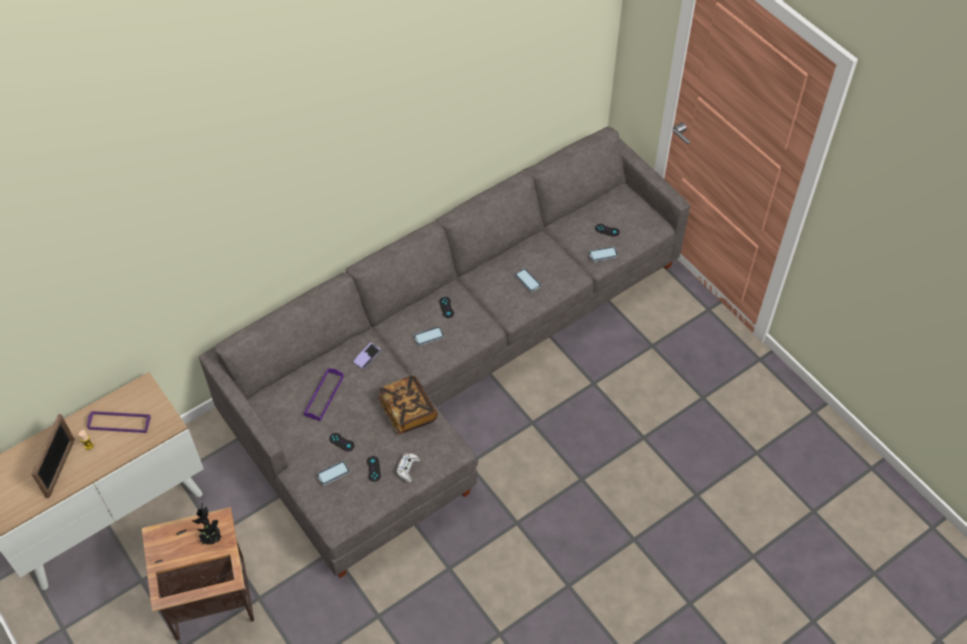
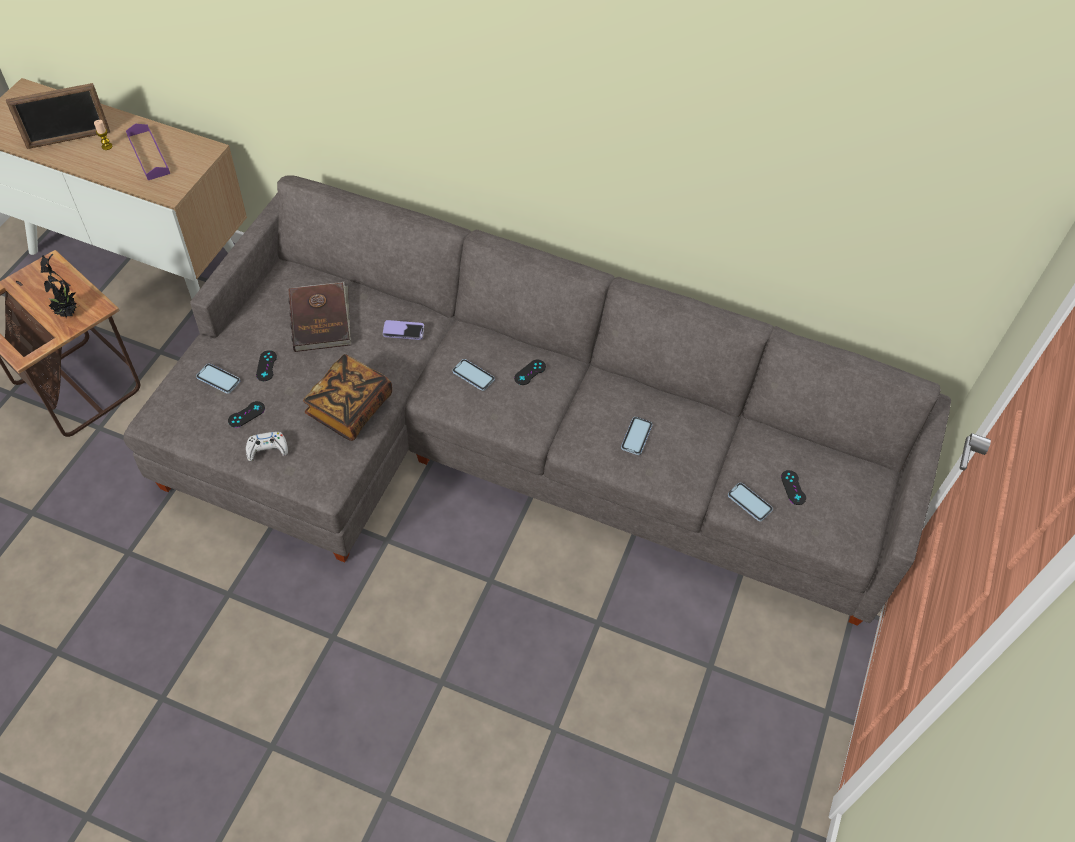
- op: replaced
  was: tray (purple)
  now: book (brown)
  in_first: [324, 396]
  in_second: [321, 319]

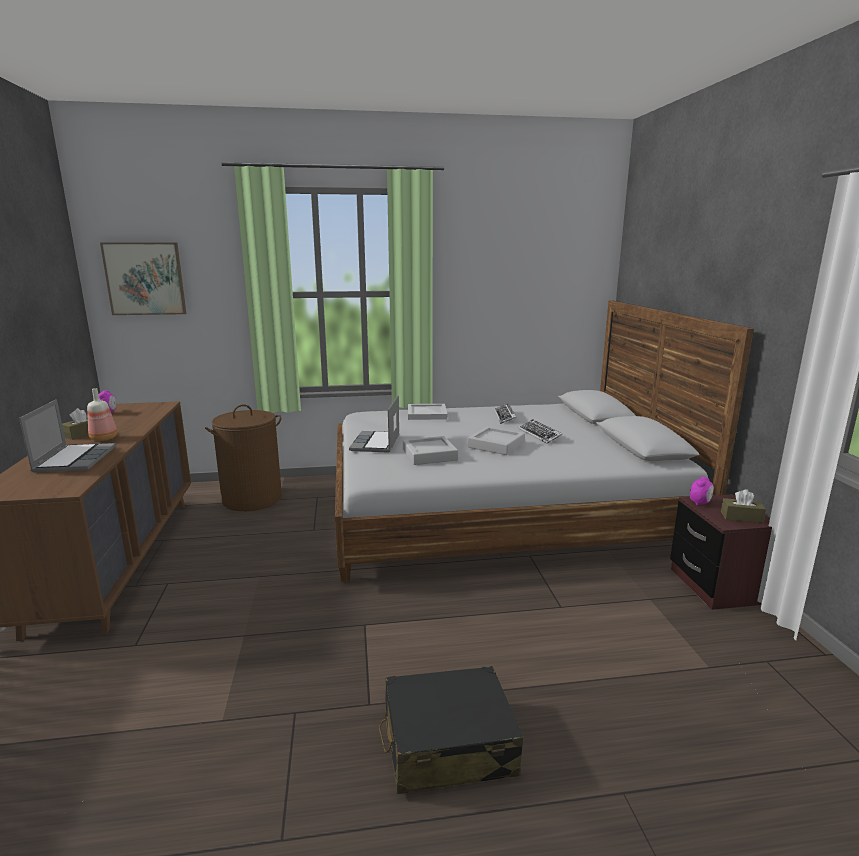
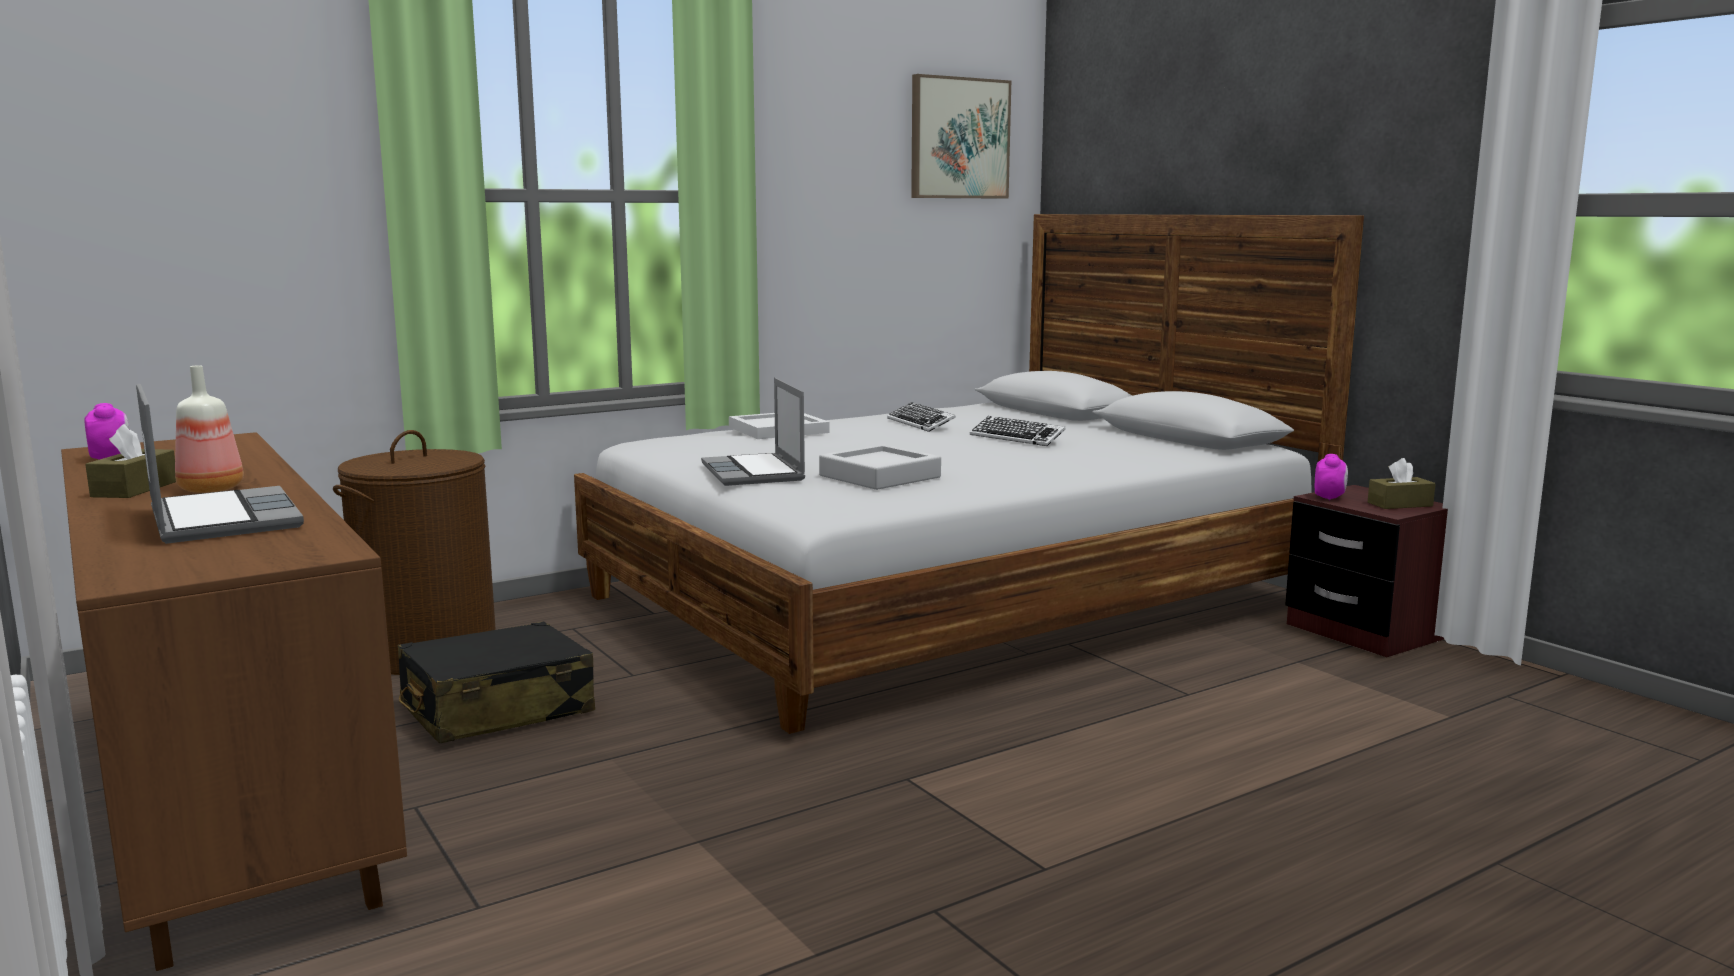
- op: removed
  was: tray (grey)
  in_first: [496, 445]
- op: moved
  was: picture
  in_first: [145, 279]
  in_second: [959, 138]
- op: moved
  was: suitcase (black)
  in_first: [447, 744]
  in_second: [496, 710]

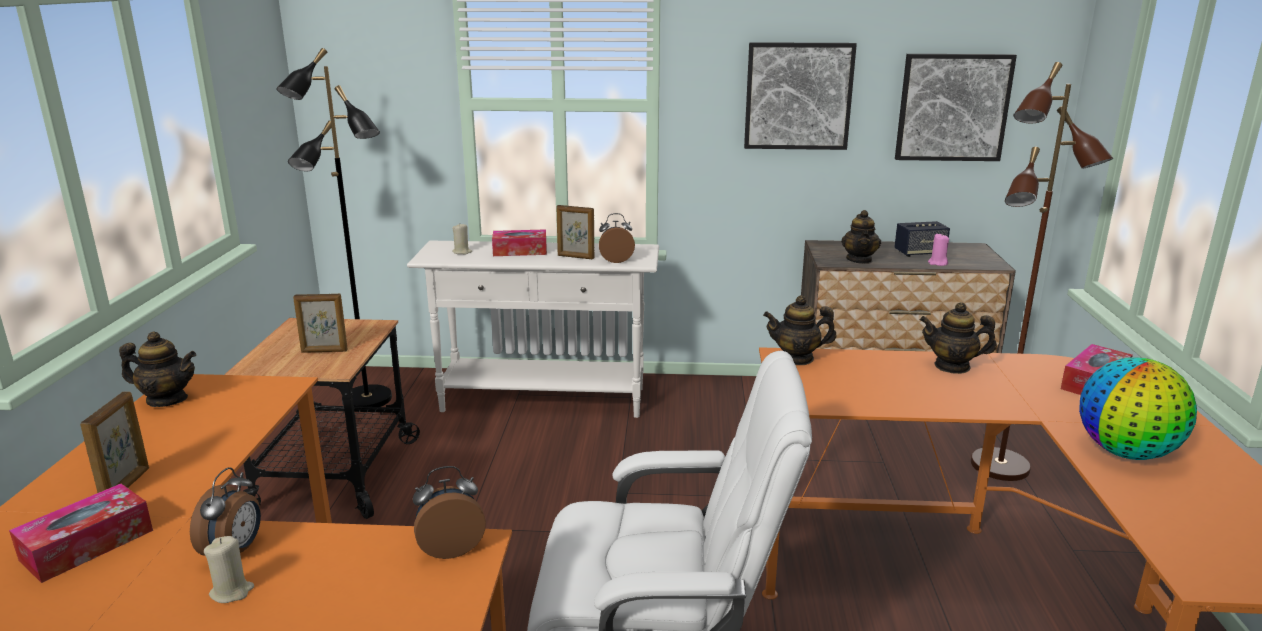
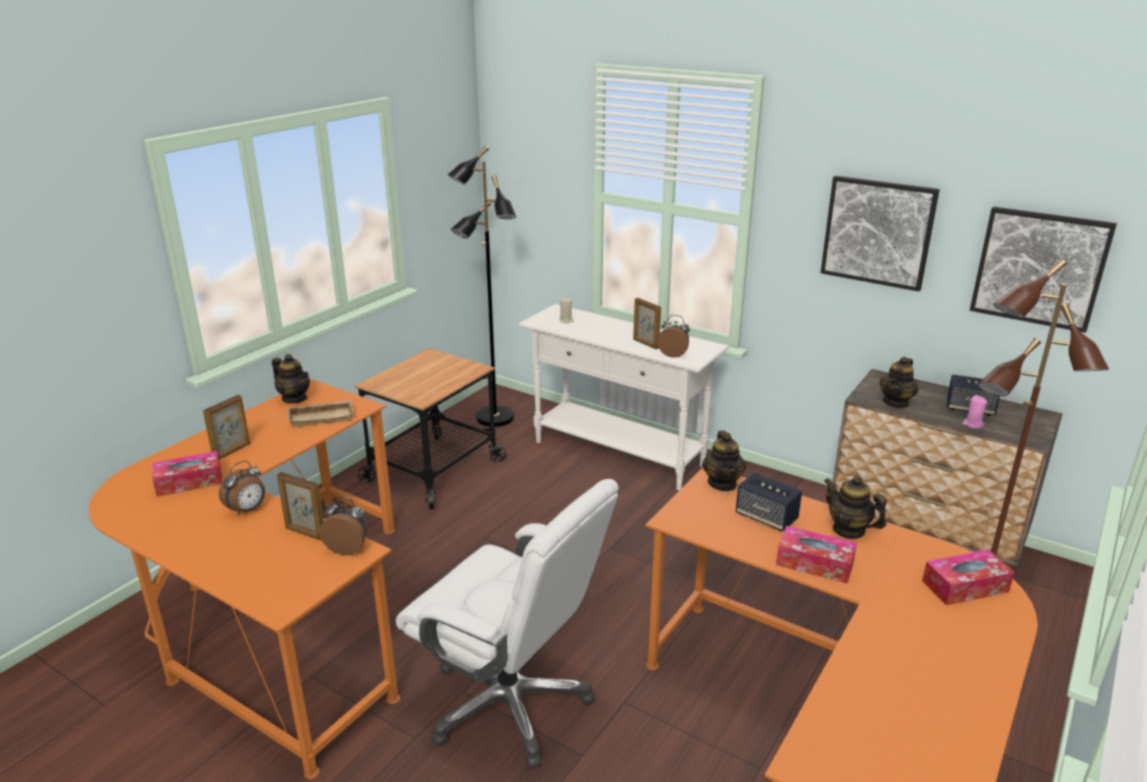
- op: removed
  was: candle (beige)
  in_first: [232, 592]
- op: removed
  was: globe
  in_first: [1126, 452]
- op: added
  now: tray (beige)
  in_second: [322, 417]
- op: added
  now: speaker
  in_second: [766, 517]
- op: moved
  was: picture frame
  in_first: [324, 351]
  in_second: [305, 533]
- op: moved
  was: tissue box
  in_first: [520, 251]
  in_second: [814, 563]
- op: turned
  was: teapot
  in_first: [797, 358]
  in_second: [722, 483]
  clockwise: -120

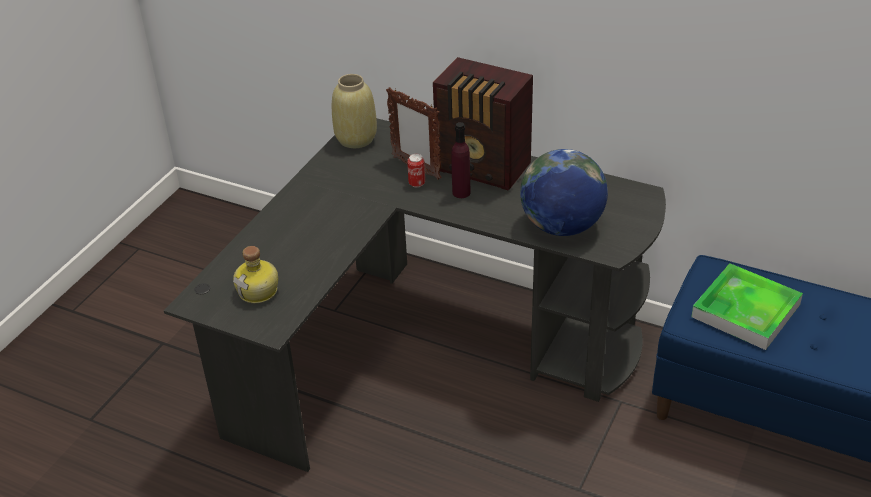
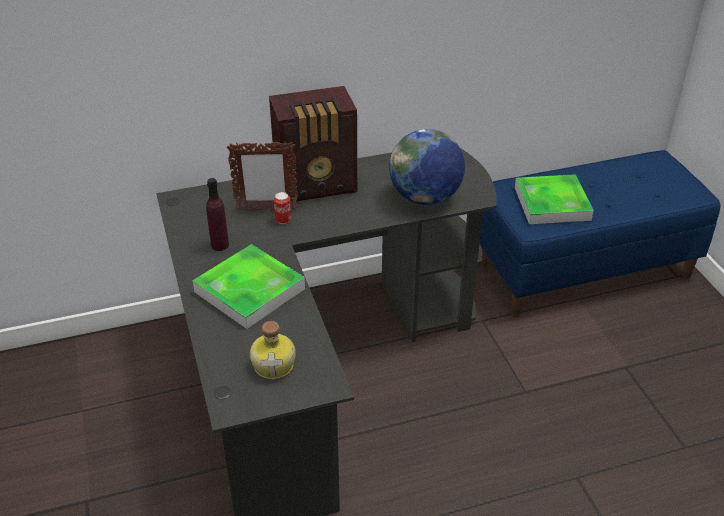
- op: removed
  was: vase (beige)
  in_first: [356, 139]
- op: added
  now: tray
  in_second: [249, 290]
- op: moved
  was: bottle (purple)
  in_first: [461, 192]
  in_second: [220, 245]

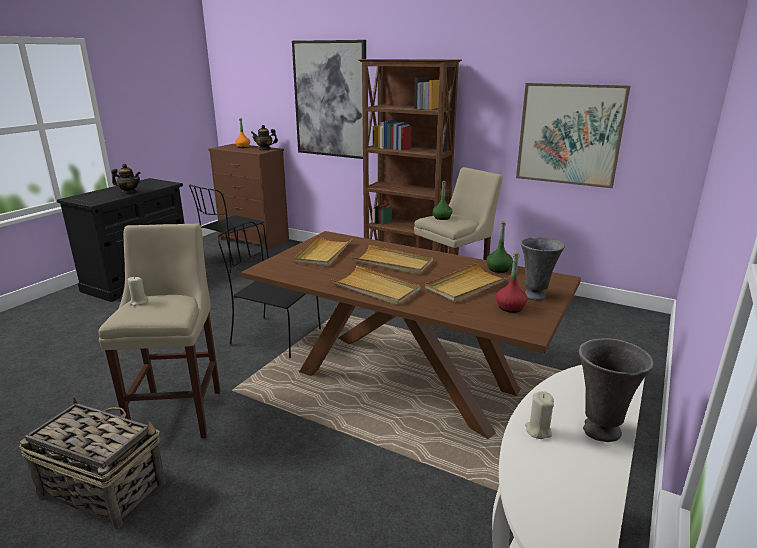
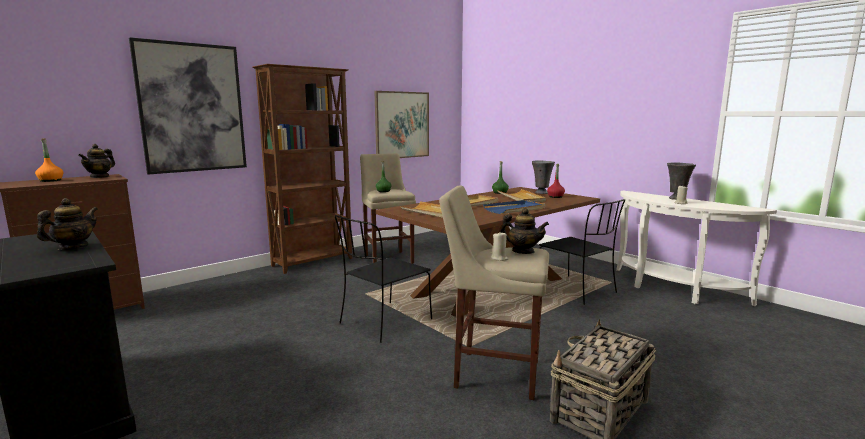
- op: added
  now: teapot
  in_second: [523, 251]
- op: moved
  was: chair (black)
  in_first: [233, 262]
  in_second: [577, 290]
- op: recoloured
  was: tray (beige)
  now: tray (blue)
  in_first: [375, 288]
  in_second: [515, 209]

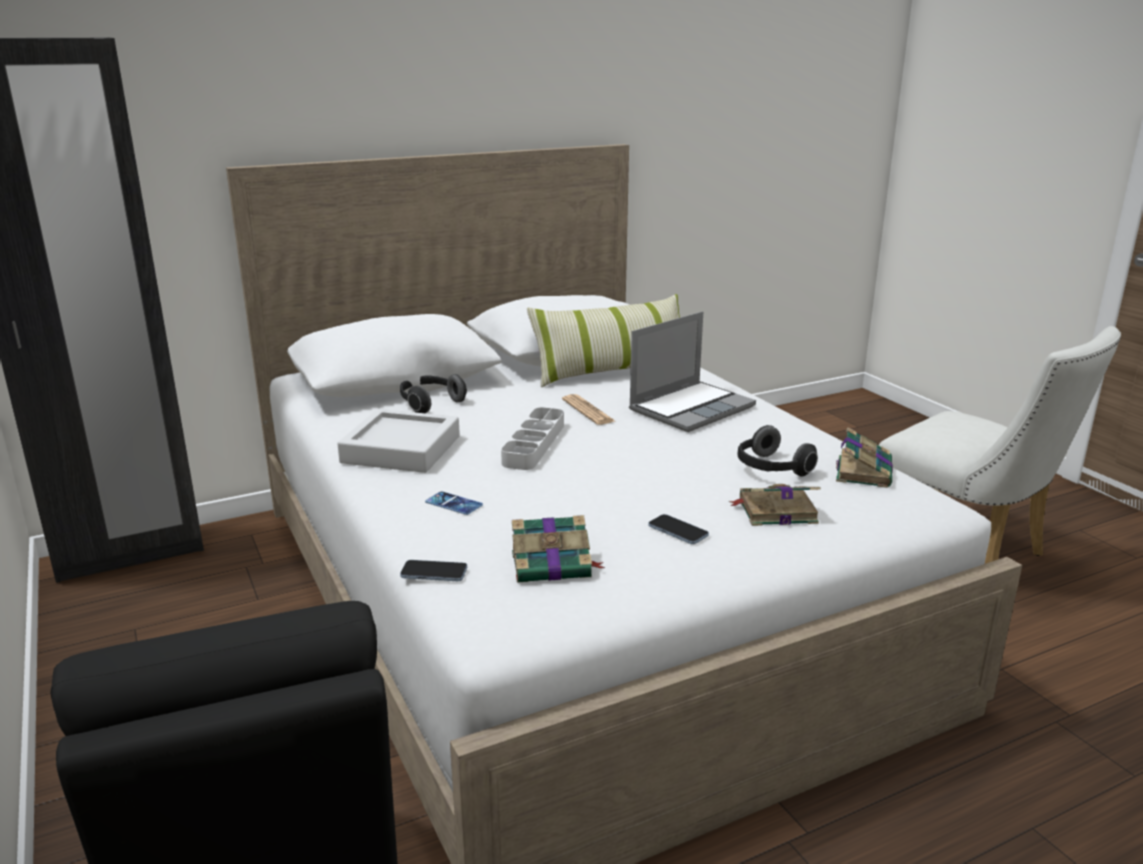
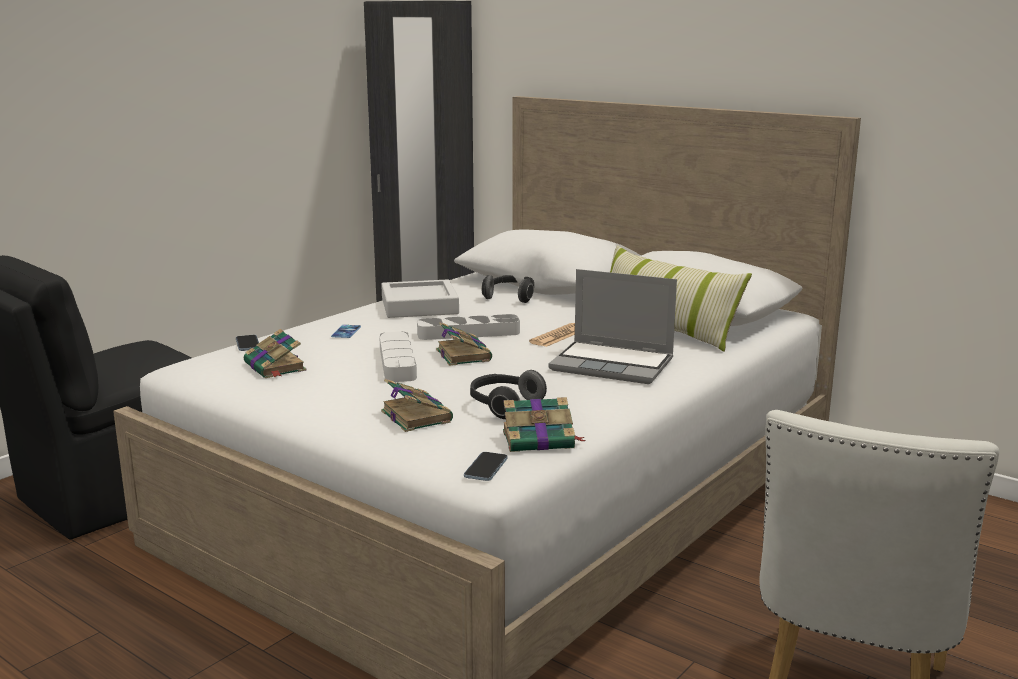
- op: added
  now: tray (grey)
  in_second: [397, 362]
- op: added
  now: book
  in_second: [463, 355]
- op: moved
  was: phone
  in_first: [678, 531]
  in_second: [486, 468]

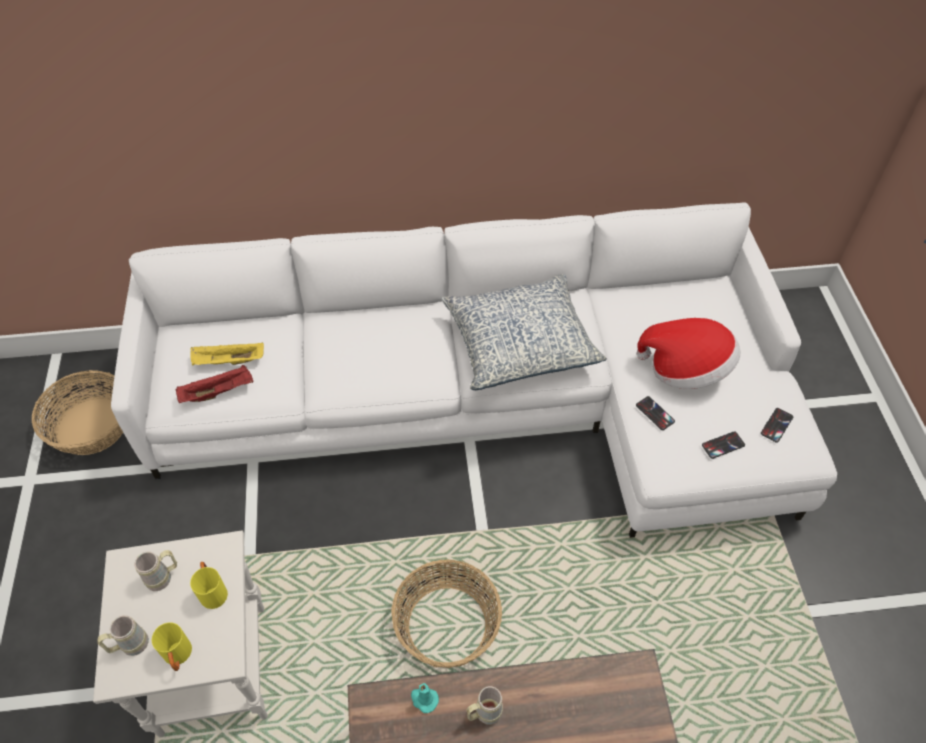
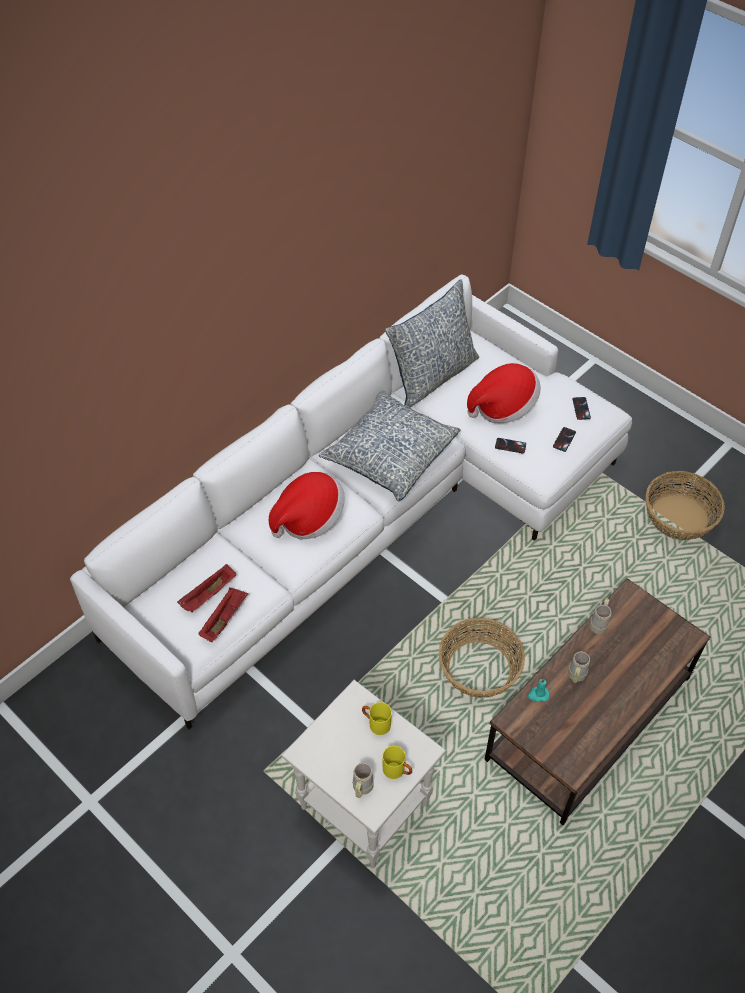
- op: added
  now: hat
  in_second: [309, 518]
- op: added
  now: pillow
  in_second: [432, 376]
- op: moved
  was: basket
  in_first: [91, 426]
  in_second: [679, 518]
- op: moved
  was: mug (beige)
  in_first: [164, 577]
  in_second: [599, 623]
- op: recoloured
  was: tray (yellow)
  now: tray (red)
  in_first: [228, 362]
  in_second: [208, 595]

